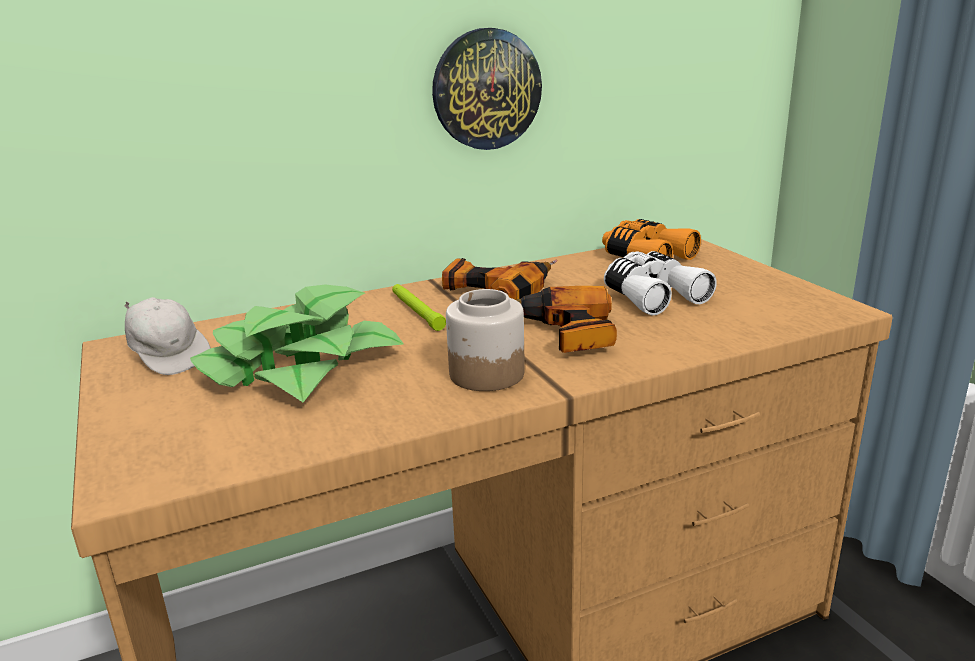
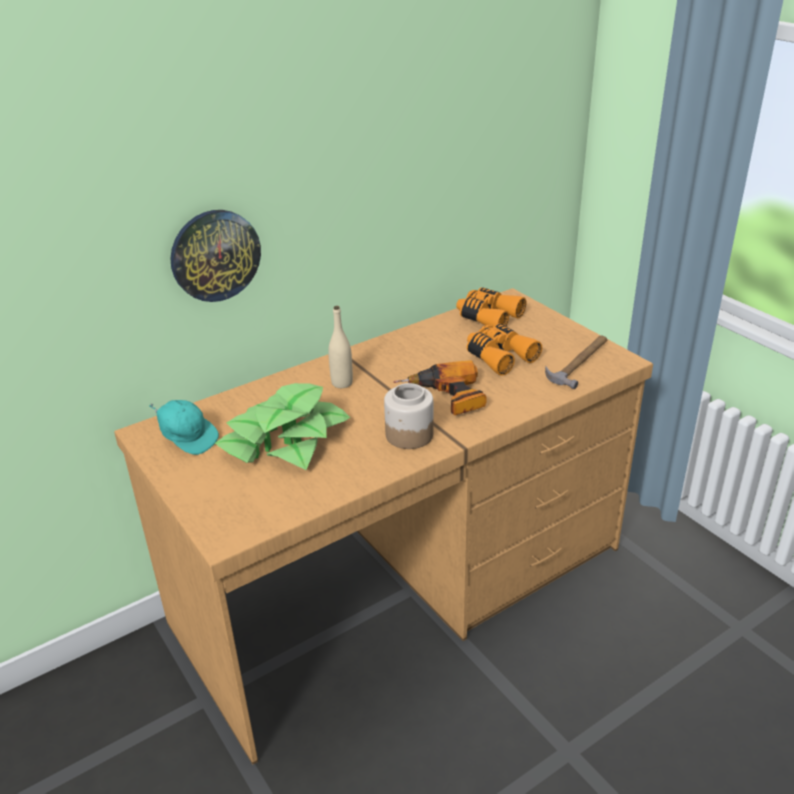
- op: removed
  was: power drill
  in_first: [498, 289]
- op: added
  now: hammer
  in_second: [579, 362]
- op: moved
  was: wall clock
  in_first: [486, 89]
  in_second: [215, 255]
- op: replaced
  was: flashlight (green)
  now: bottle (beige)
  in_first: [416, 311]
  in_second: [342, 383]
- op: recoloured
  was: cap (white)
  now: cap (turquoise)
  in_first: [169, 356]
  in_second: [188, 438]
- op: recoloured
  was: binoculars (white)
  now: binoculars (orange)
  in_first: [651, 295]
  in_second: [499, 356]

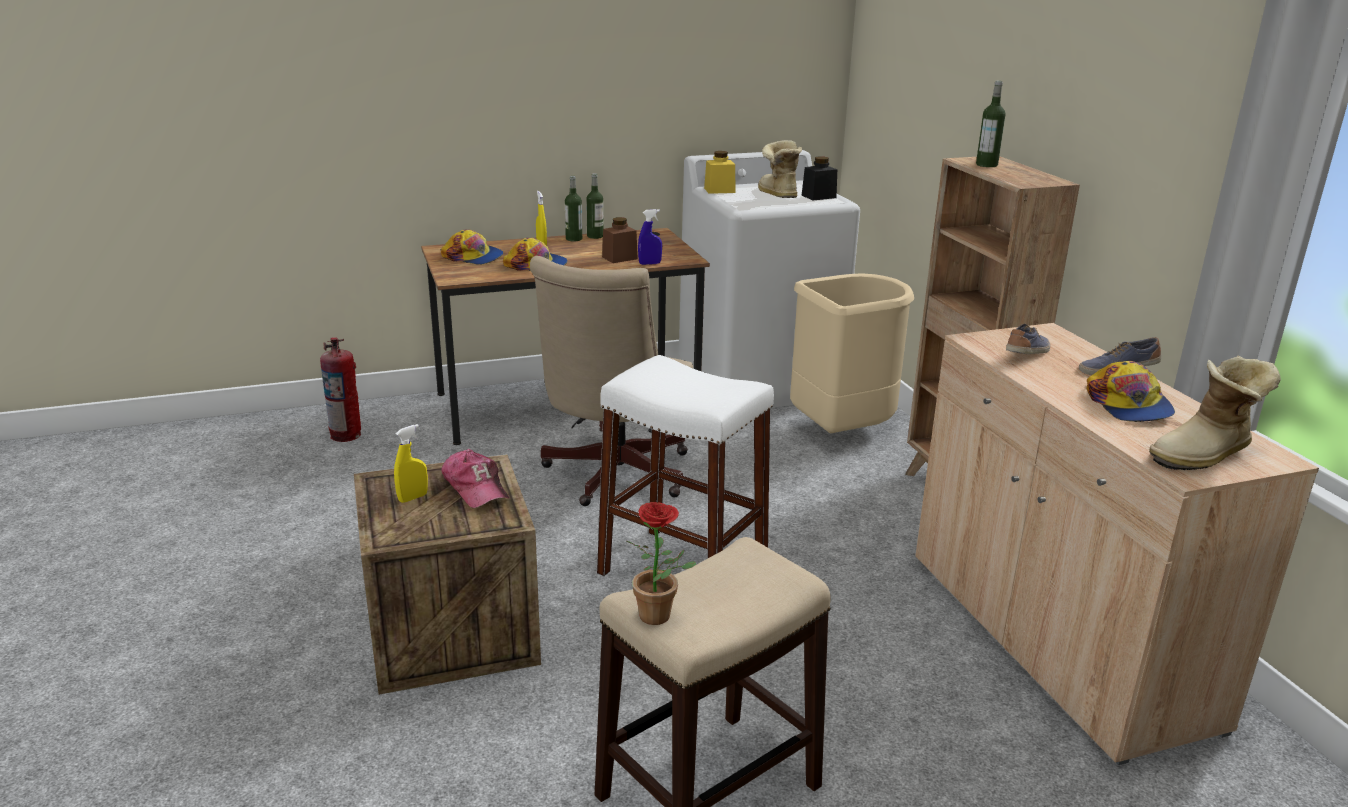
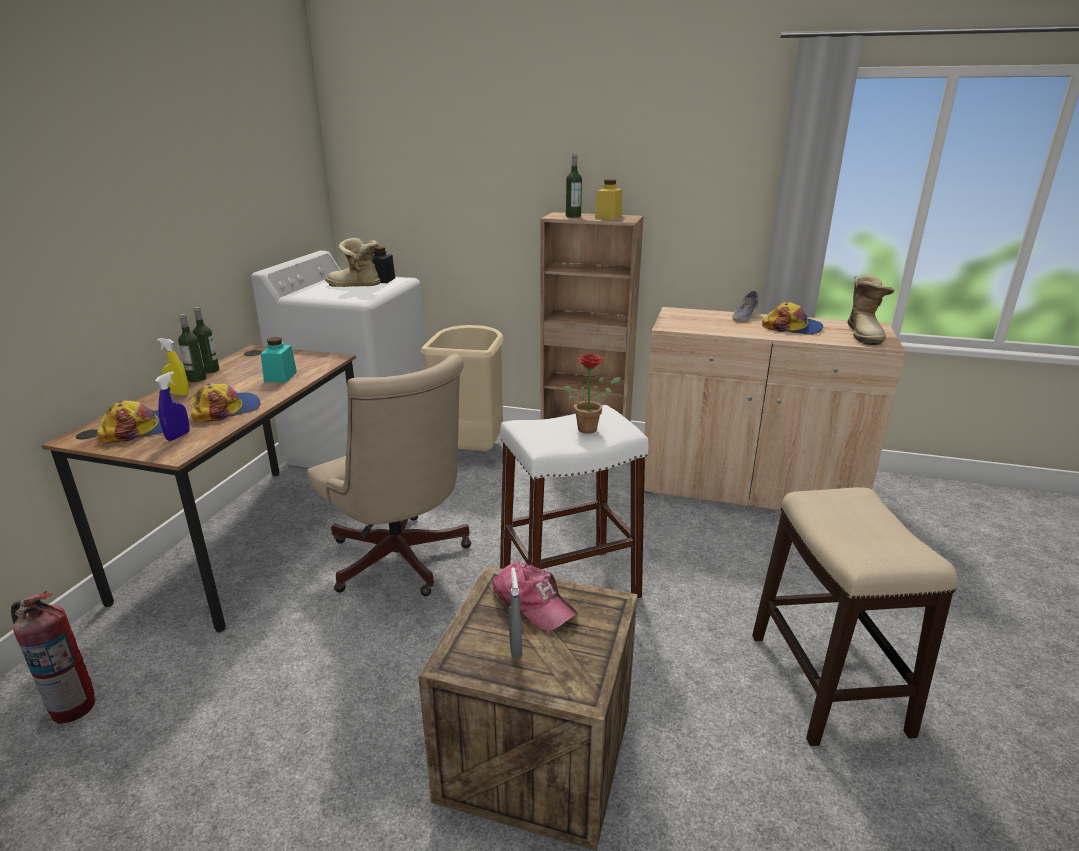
- op: removed
  was: shoe
  in_first: [1028, 353]
- op: moved
  was: potted plant
  in_first: [661, 617]
  in_second: [591, 428]
- op: moved
  was: spray bottle (blue)
  in_first: [650, 263]
  in_second: [178, 436]
- op: moved
  was: jar (yellow)
  in_first: [719, 190]
  in_second: [608, 216]
- op: recoloured
  was: spray bottle (yellow)
  now: spray bottle (grey)
  in_first: [413, 498]
  in_second: [515, 647]
- op: recoloured
  was: jar (brown)
  now: jar (turquoise)
  in_first: [619, 258]
  in_second: [280, 377]
- op: turned
  was: cap
  in_first: [476, 487]
  in_second: [533, 602]
  clockwise: 45

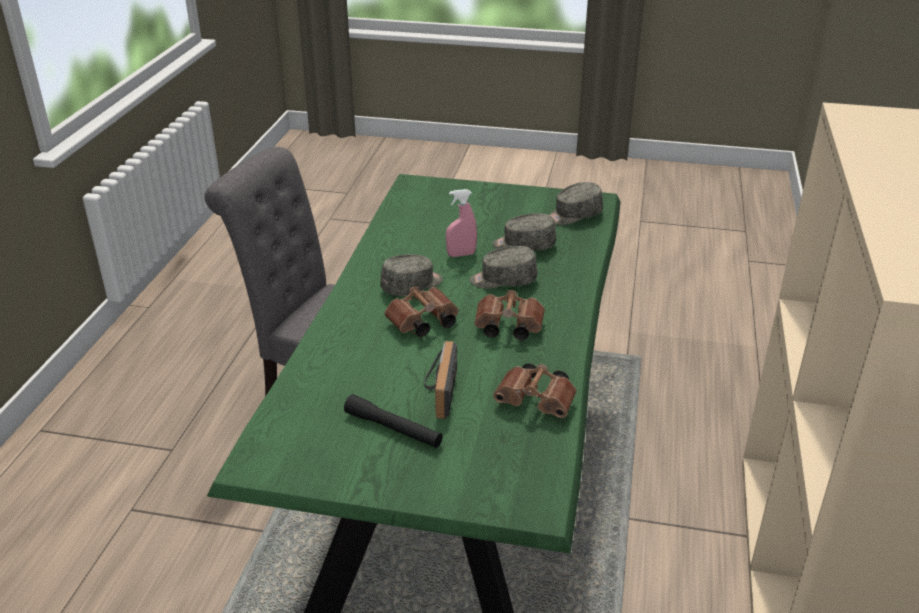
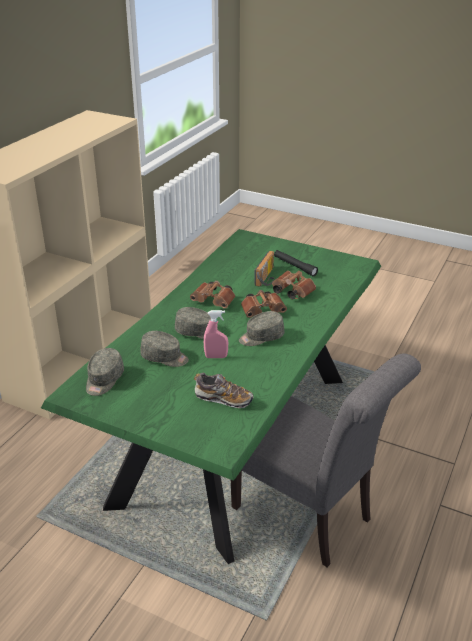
- op: added
  now: shoe
  in_second: [223, 399]
- op: moved
  was: binoculars (brown)
  in_first: [538, 402]
  in_second: [291, 292]
- op: turned
  was: cap (grey)
  in_first: [573, 215]
  in_second: [104, 380]
  clockwise: 120

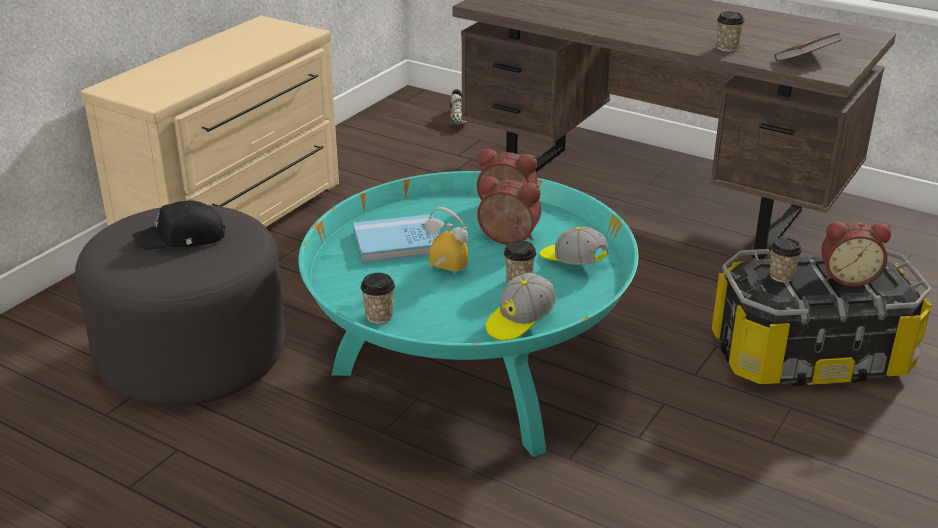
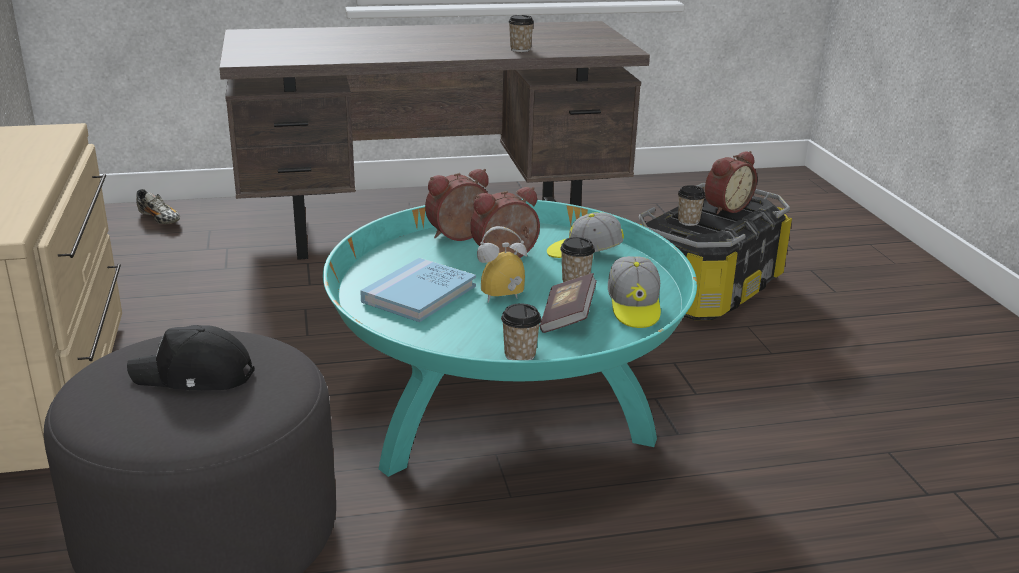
- op: moved
  was: book
  in_first: [805, 59]
  in_second: [567, 318]
- op: turned
  was: cap (black)
  in_first: [182, 238]
  in_second: [193, 376]
  clockwise: 60

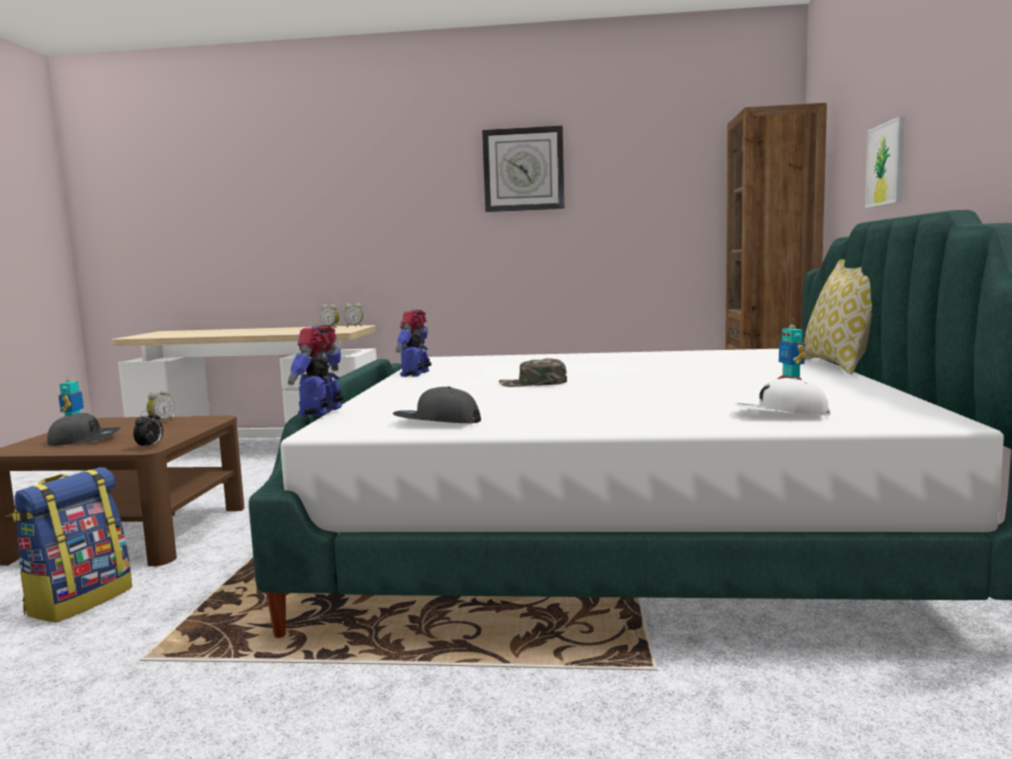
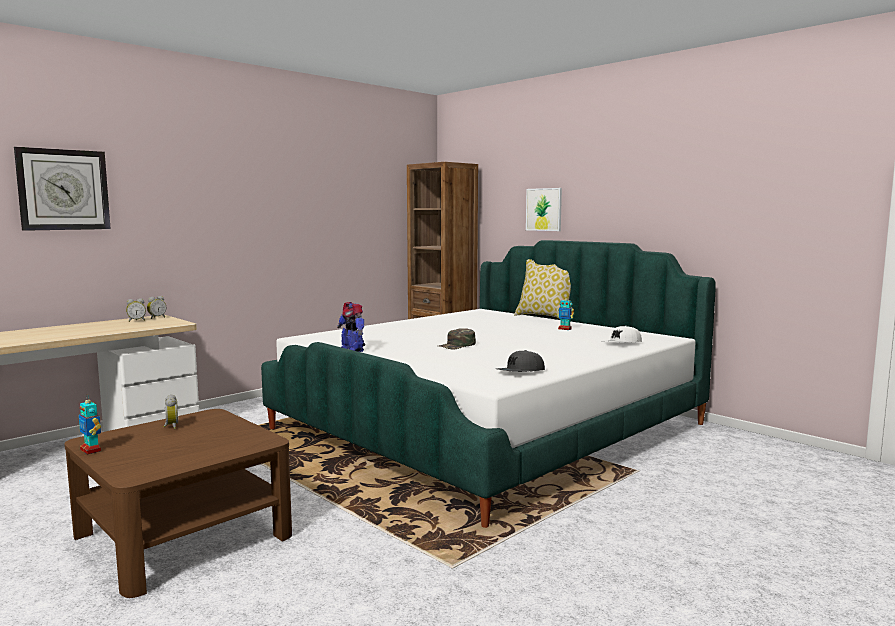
- op: removed
  was: backpack
  in_first: [79, 601]
- op: removed
  was: cap (grey)
  in_first: [84, 440]
- op: removed
  was: alarm clock
  in_first: [150, 446]
- op: removed
  was: toy robot
  in_first: [322, 412]
- op: moved
  was: wall clock
  in_first: [523, 169]
  in_second: [63, 190]

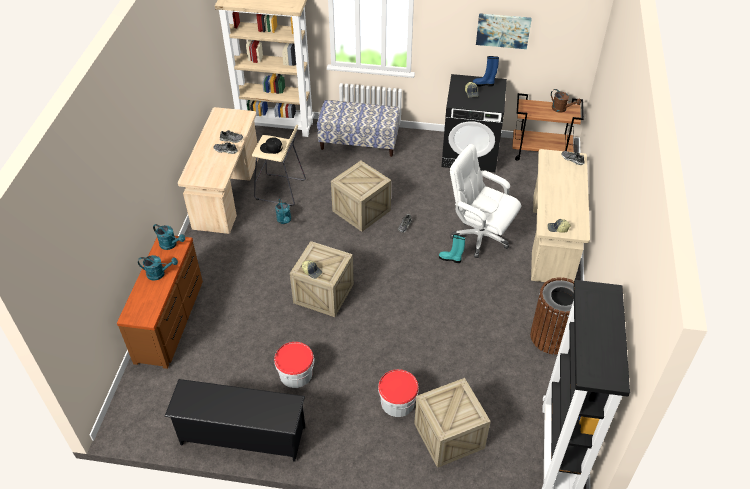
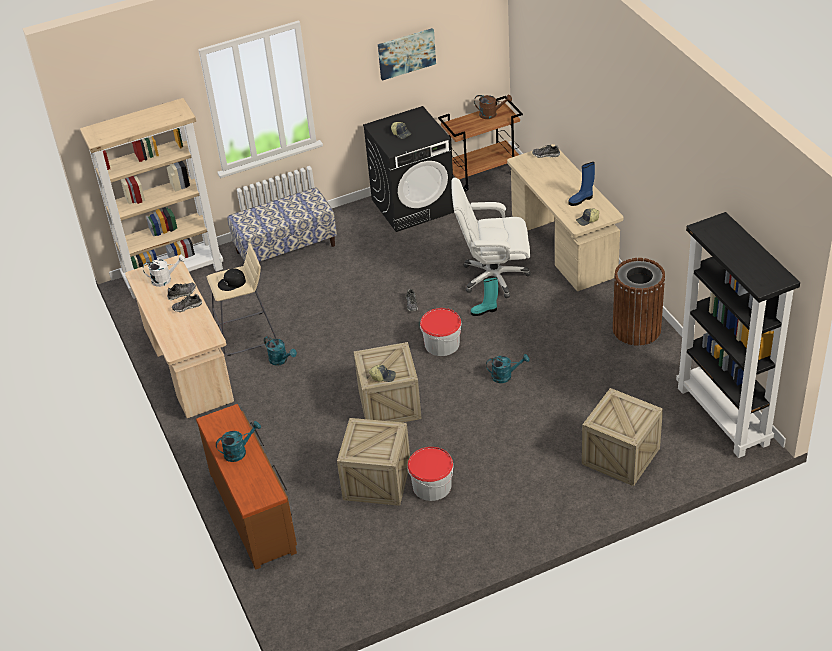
- op: removed
  was: shoe rack (black)
  in_first: [242, 435]
- op: added
  now: watering can (white)
  in_second: [165, 279]
- op: moved
  was: watering can (turquoise)
  in_first: [171, 245]
  in_second: [505, 376]
- op: moved
  was: crate
  in_first: [361, 210]
  in_second: [377, 480]
- op: moved
  was: bucket
  in_first: [397, 402]
  in_second: [442, 344]
- op: moved
  was: boot (blue)
  in_first: [484, 84]
  in_second: [581, 200]

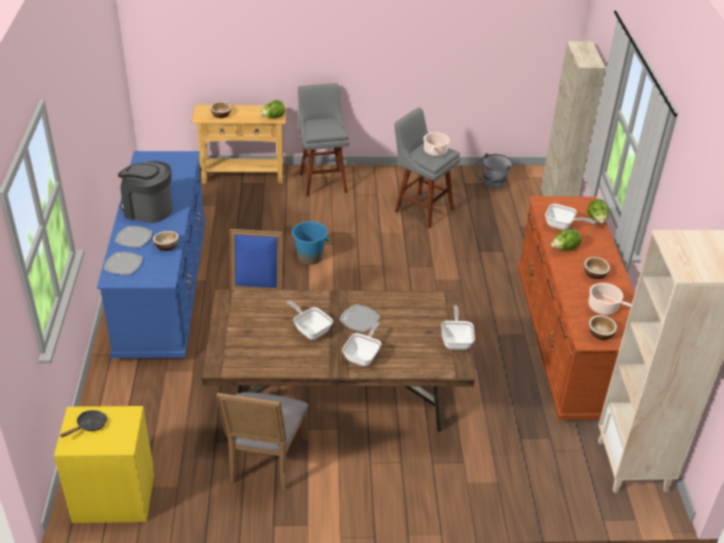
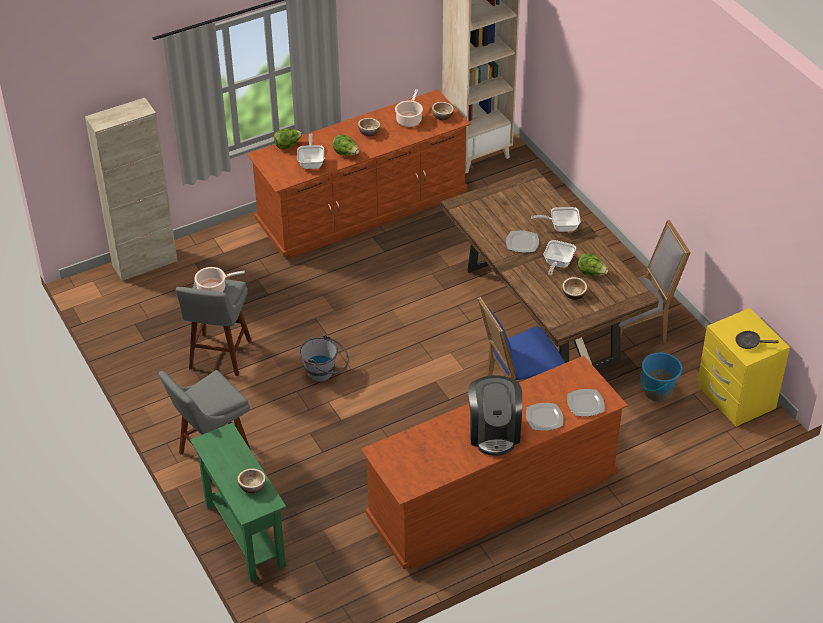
- op: removed
  was: frying pan
  in_first: [456, 340]
- op: moved
  was: bowl
  in_first: [167, 246]
  in_second: [574, 294]
- op: moved
  was: lettuce
  in_first: [273, 118]
  in_second: [591, 273]
- op: moved
  was: bucket (blue)
  in_first: [310, 257]
  in_second: [657, 392]
- op: moved
  was: bucket (grey)
  in_first: [491, 185]
  in_second: [325, 374]
- op: recoloured
  was: dresser (blue)
  now: dresser (brown)
  in_first: [163, 288]
  in_second: [492, 498]
- op: recoloured
  was: console table (beige)
  now: console table (green)
  in_first: [243, 176]
  in_second: [245, 535]

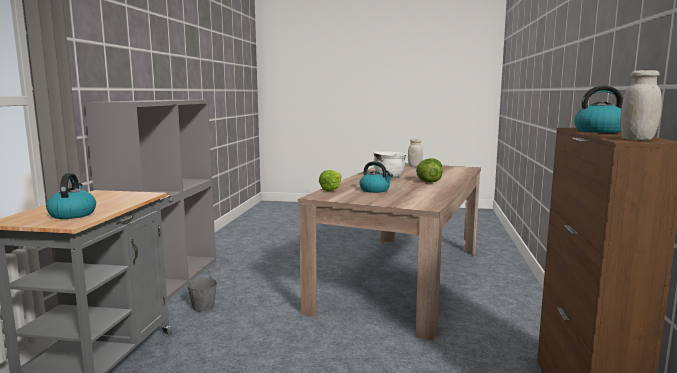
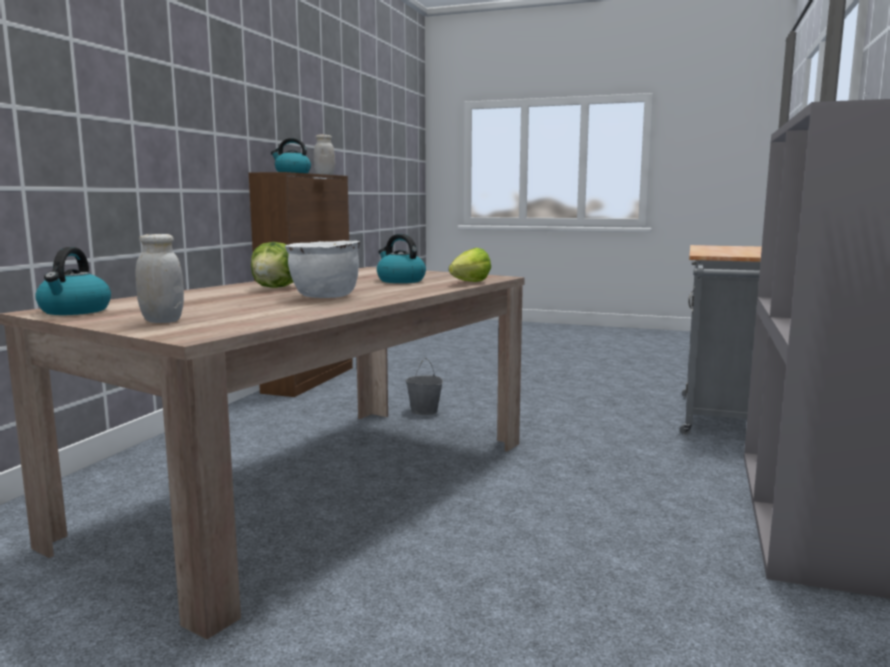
- op: moved
  was: kettle
  in_first: [72, 214]
  in_second: [75, 311]
- op: moved
  was: bucket (grey)
  in_first: [203, 307]
  in_second: [424, 411]

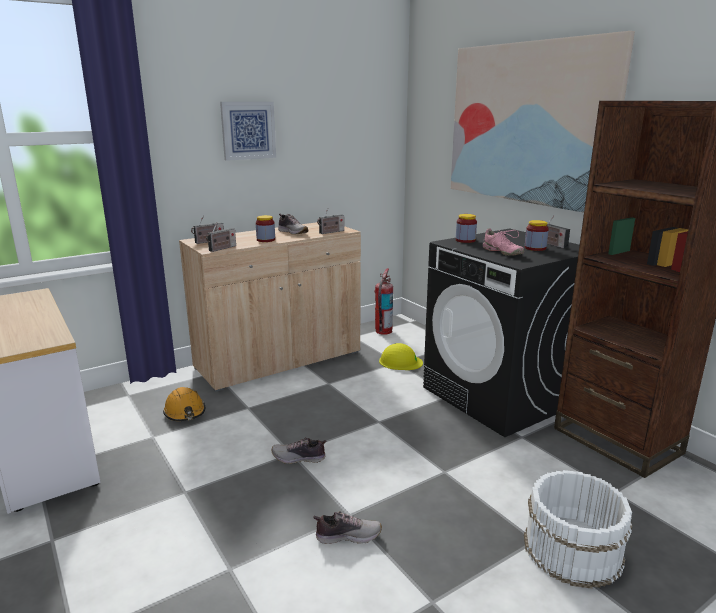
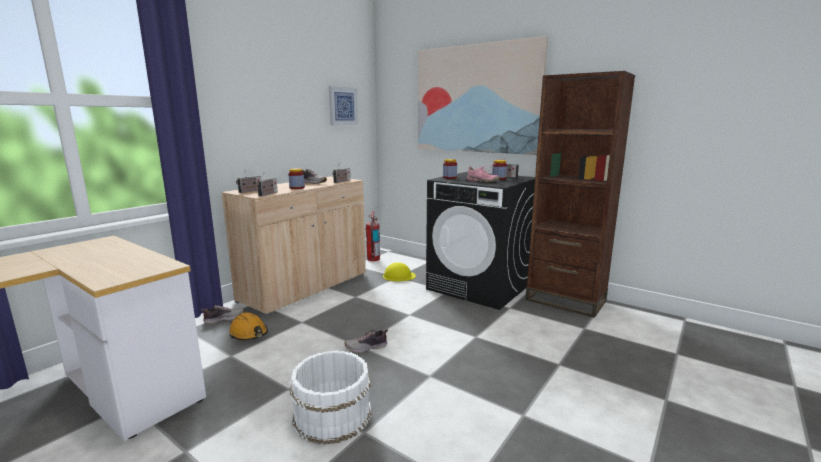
- op: moved
  was: picture
  in_first: [248, 130]
  in_second: [343, 106]
- op: moved
  was: shoe
  in_first: [347, 535]
  in_second: [224, 319]
- op: moved
  was: bucket (white)
  in_first: [571, 549]
  in_second: [331, 414]

